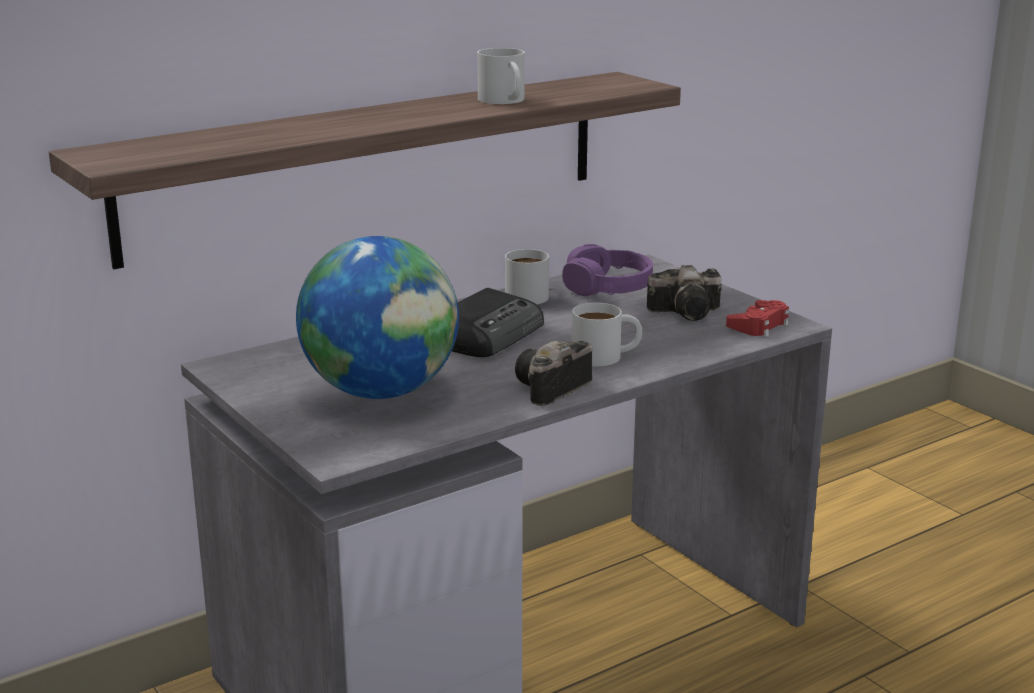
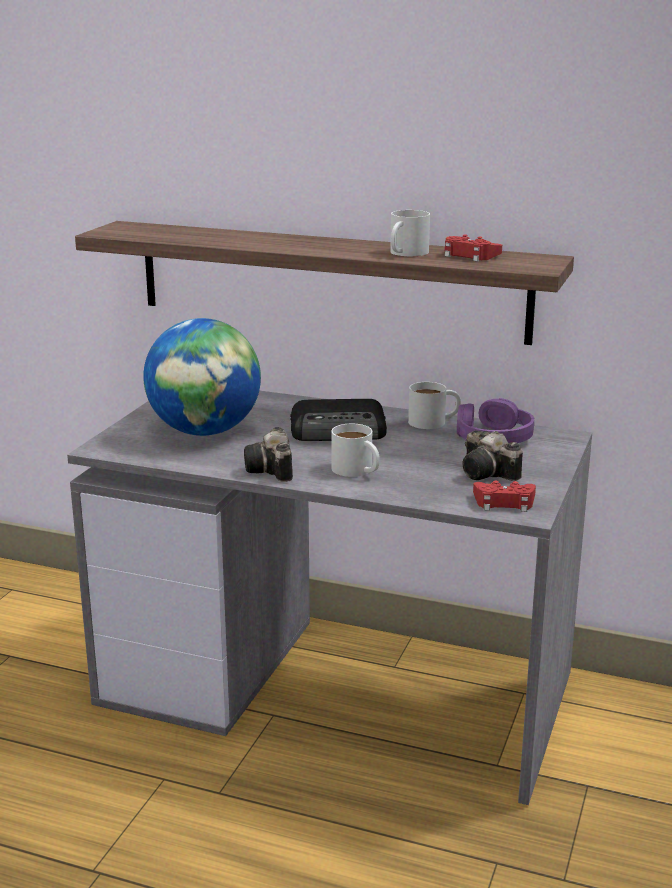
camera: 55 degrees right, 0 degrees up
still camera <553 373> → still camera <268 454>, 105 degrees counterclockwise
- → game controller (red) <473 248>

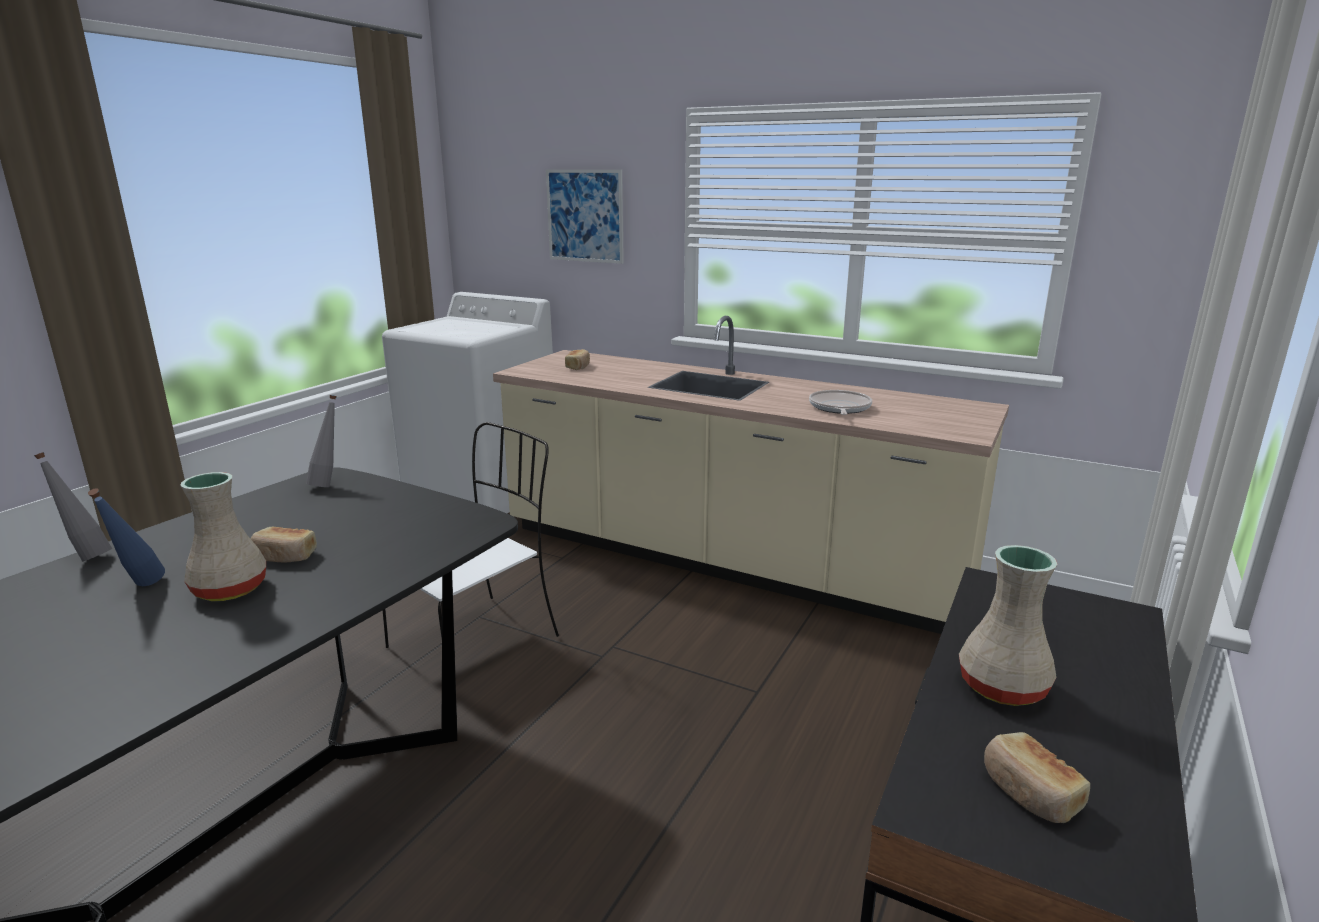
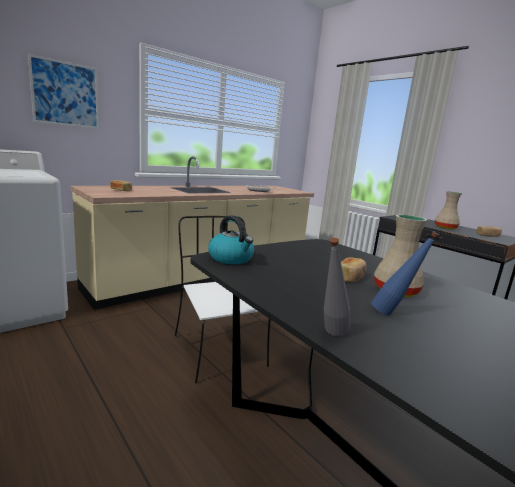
camera: 70 degrees left, 5 degrees down
beverage bottle (grey) <321 441> → tea kettle <231 239>

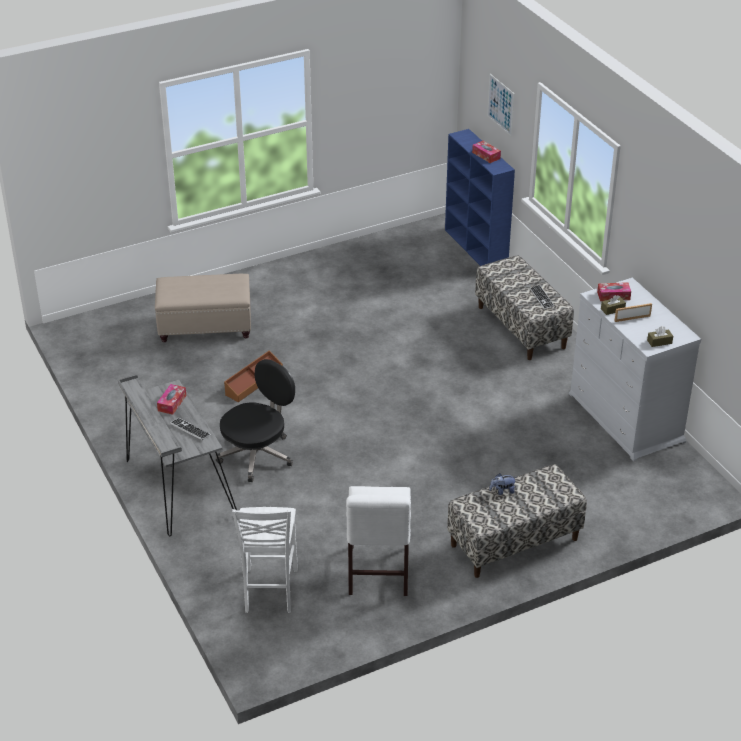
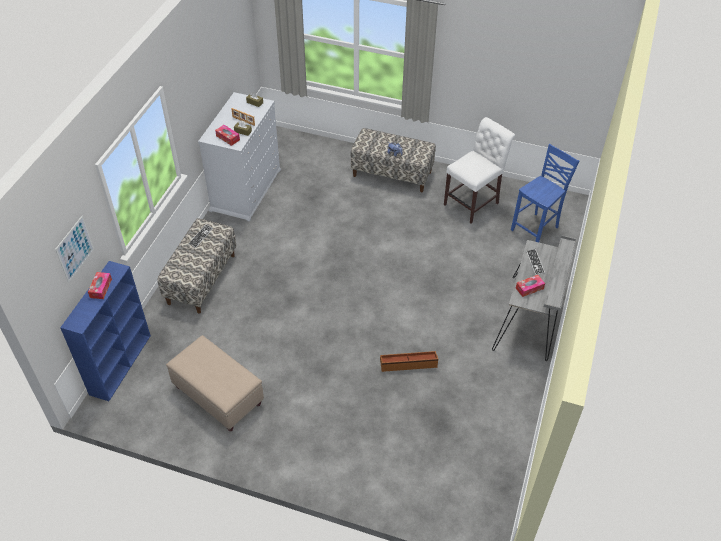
camera: 135 degrees left, 10 degrees up
ottoman (sand-coloured) <203 308> → ottoman (sand-coloured) <215 383>, shifted
chair (white) <265 560> → chair (blue) <545 193>
computer chair (black) <255 420> → -

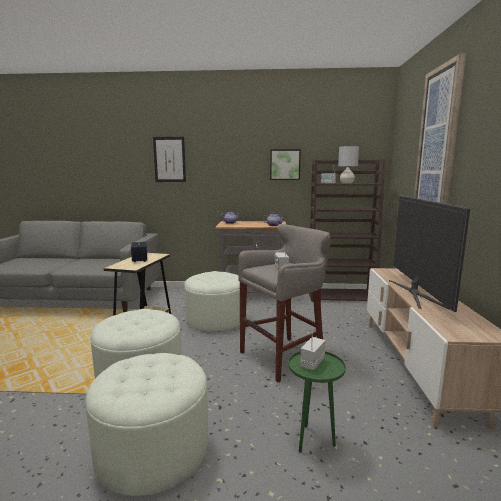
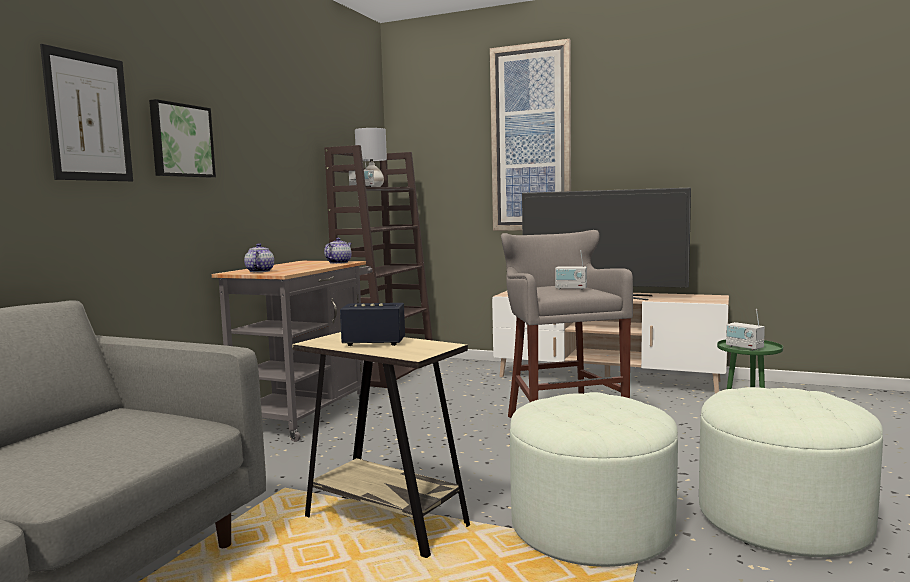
camera: 70 degrees left, 5 degrees down
wall picture <285 164> → wall picture <182 138>, shifted
ottoman (white) <212 301> → -

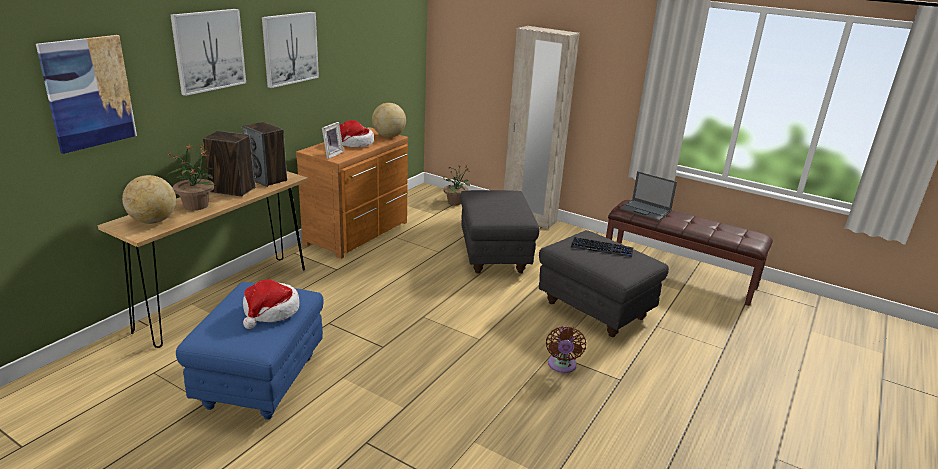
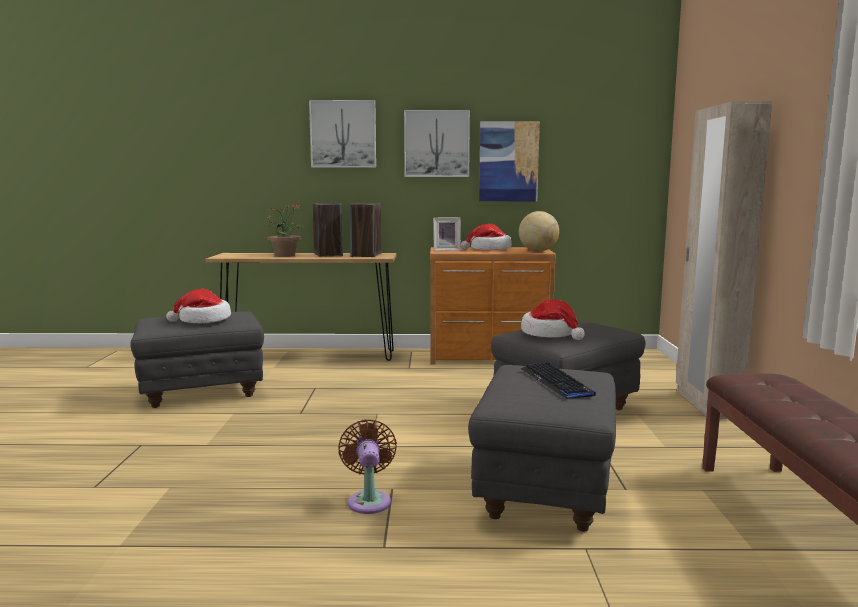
camera: 60 degrees right, 15 degrees down
ottoman (blue) <250 351> → ottoman (grey) <197 359>
cooling fan (brown) <566 349> → cooling fan (brown) <367 466>, 105 degrees clockwise
wall picture <86 94> → wall picture <509 161>, shifted
- → hat <553 320>
globe <149 199> → -
potted plant <456 185> → -
portable computer <648 196> → -

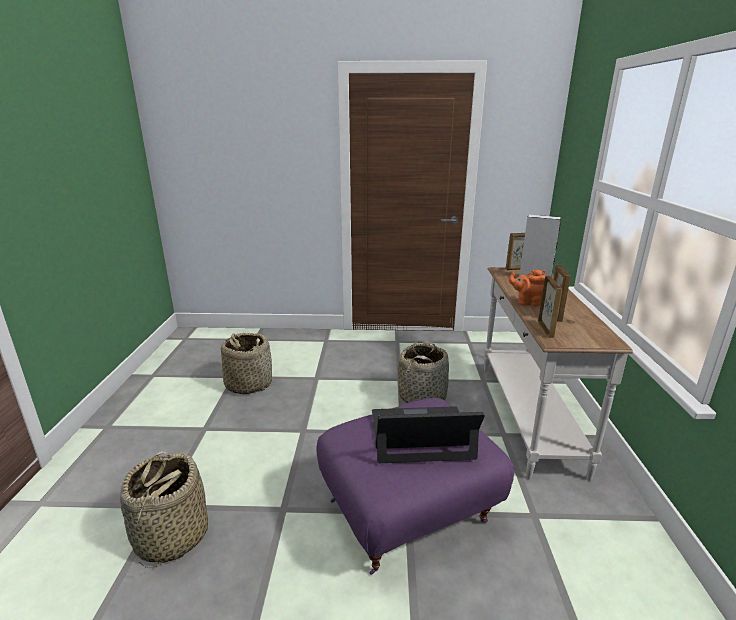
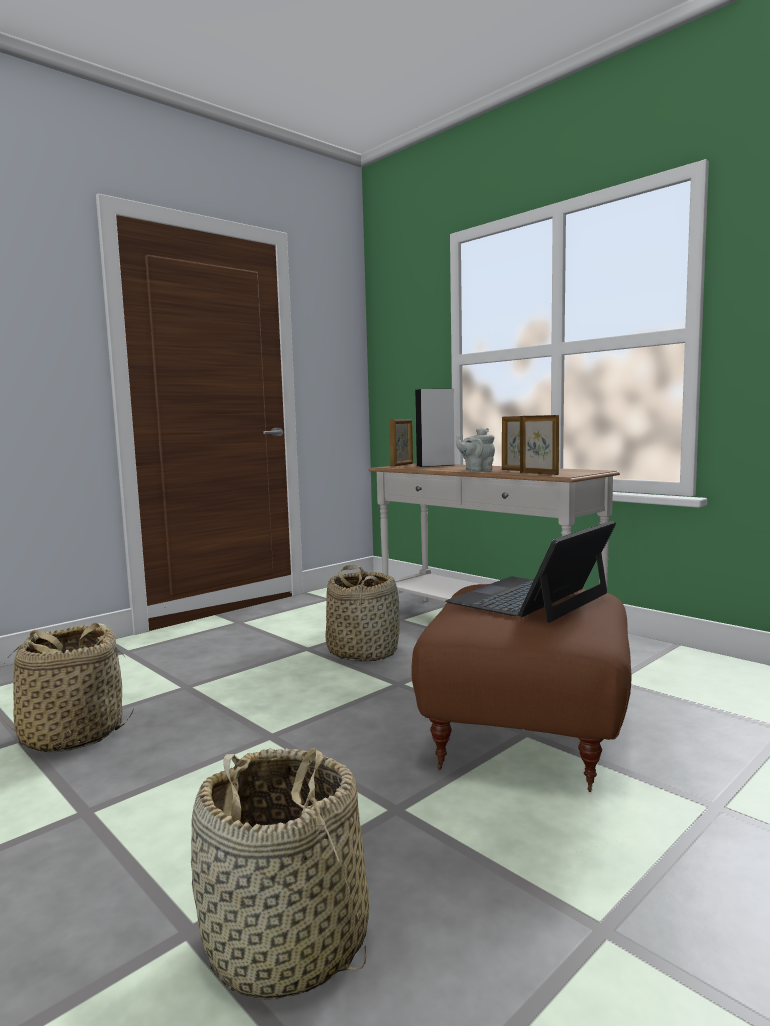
camera: 45 degrees left, 15 degrees down
ottoman (purple-coloured) <415 486> → ottoman (brown) <521 688>
teapot (orange) <527 288> → teapot (grey) <475 450>

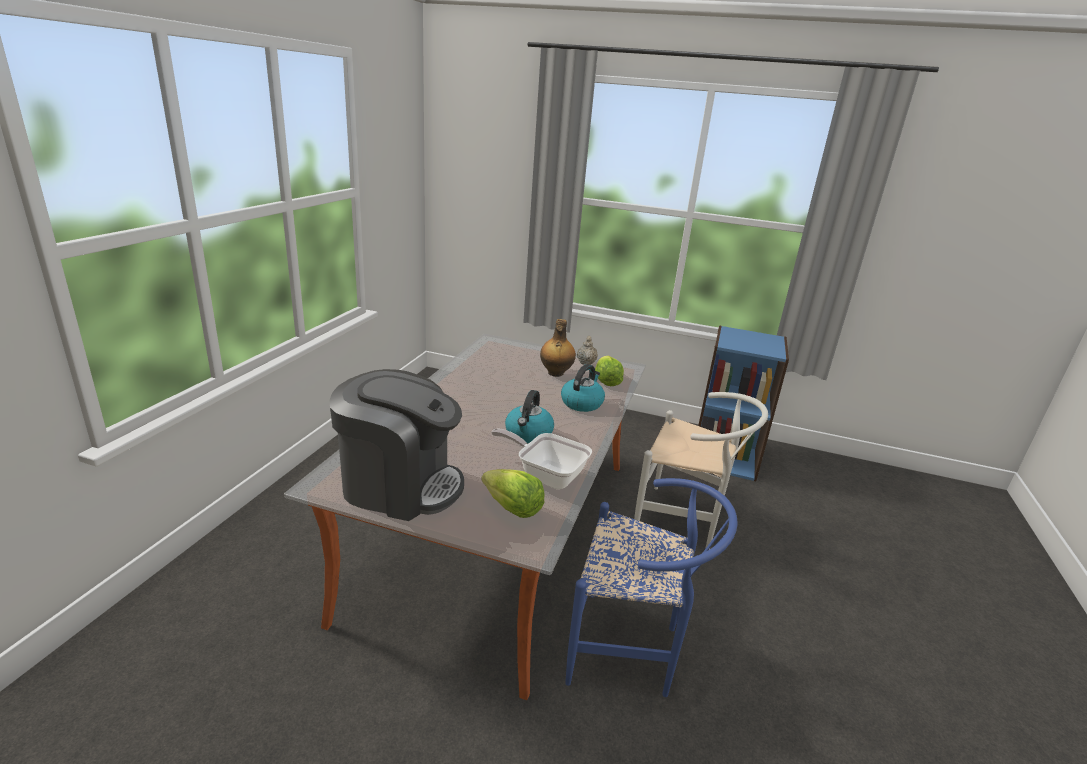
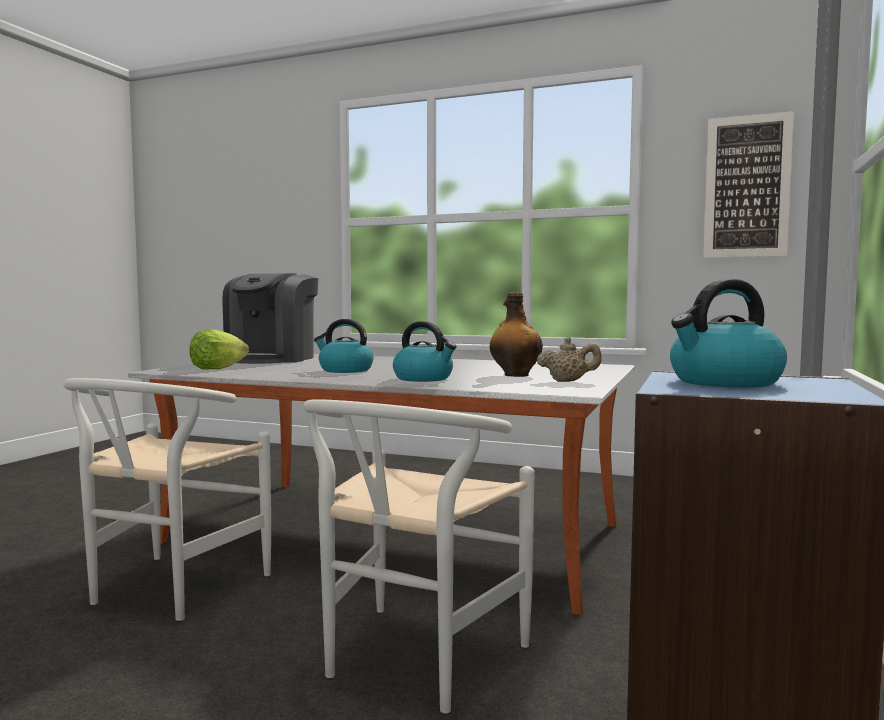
camera: 95 degrees right, 20 degrees down
chair (blue) <651 587> → chair (white) <167 499>
- → tea kettle <728 333>
- → wall picture <748 184>
pan <541 459> → -
lettuce <609 371> → -

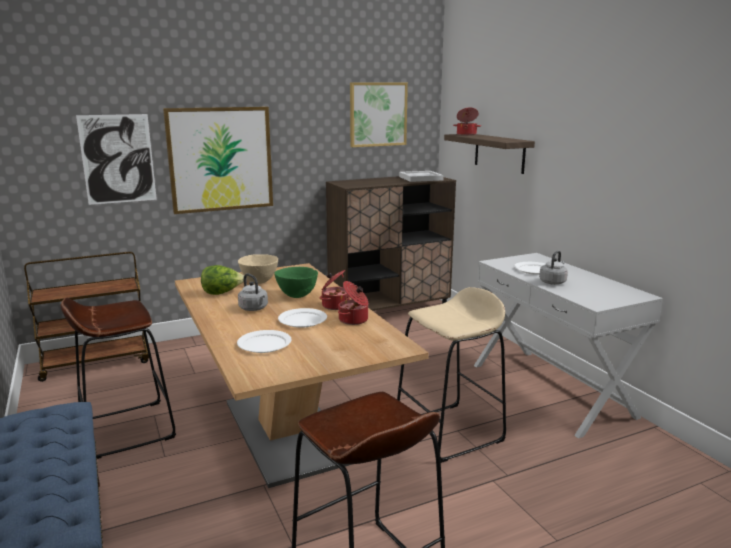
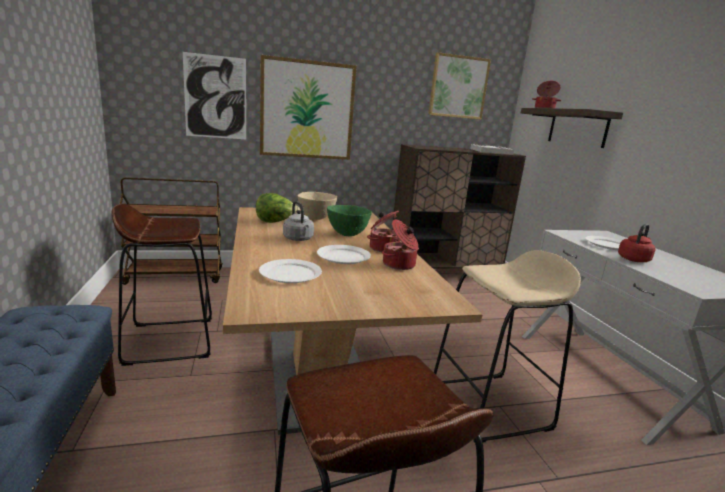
camera: 10 degrees right, 0 degrees up
tea kettle (grey) <553 267> → tea kettle (red) <637 243>

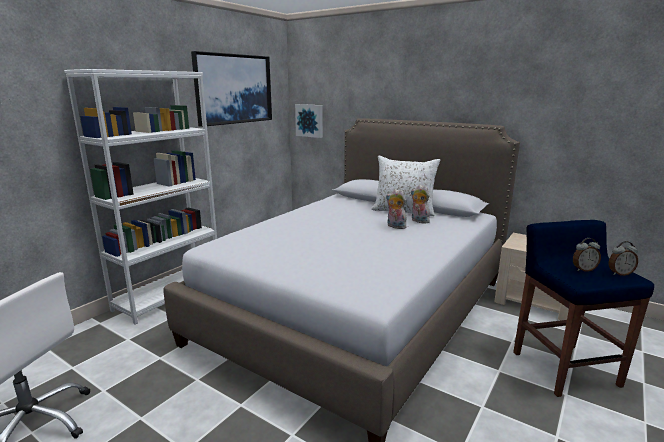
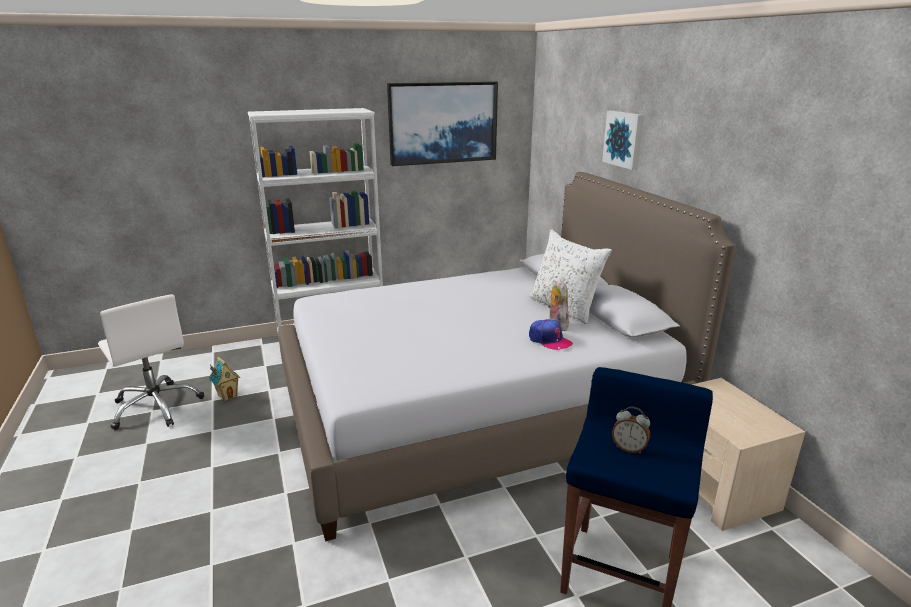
camera: 35 degrees right, 5 degrees up
- → miniature house <225 379>
- → baseball cap <551 334>
wall picture <309 121> → wall picture <623 140>, shifted
soft toy <396 209> → -
table clock <623 258> → -

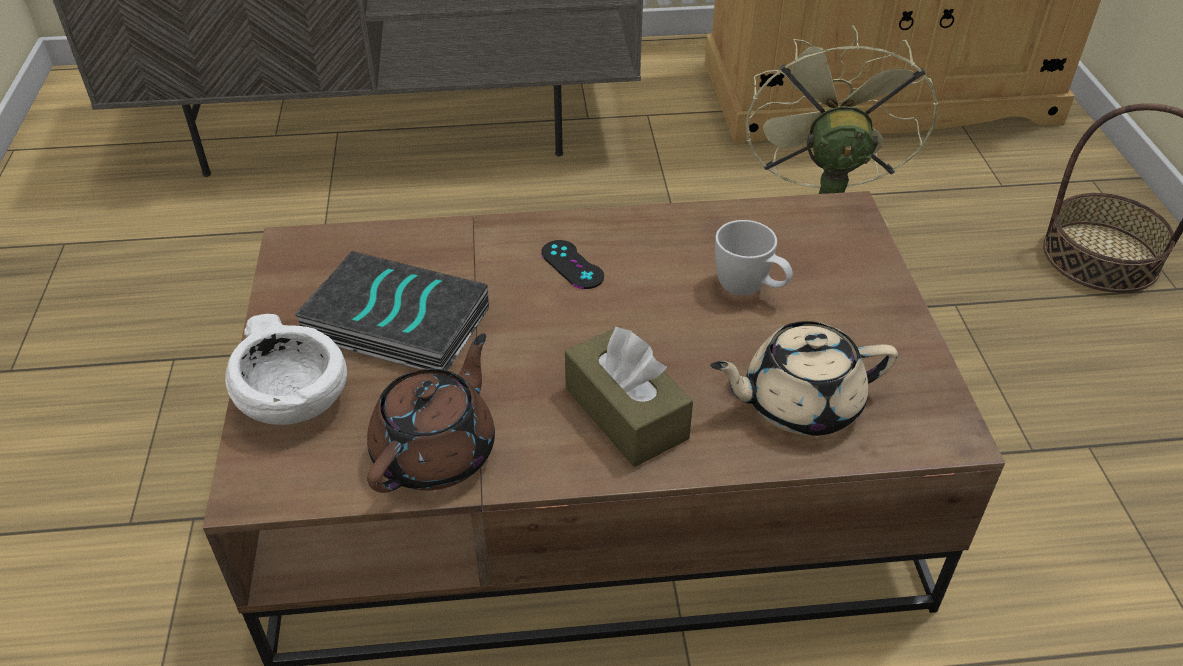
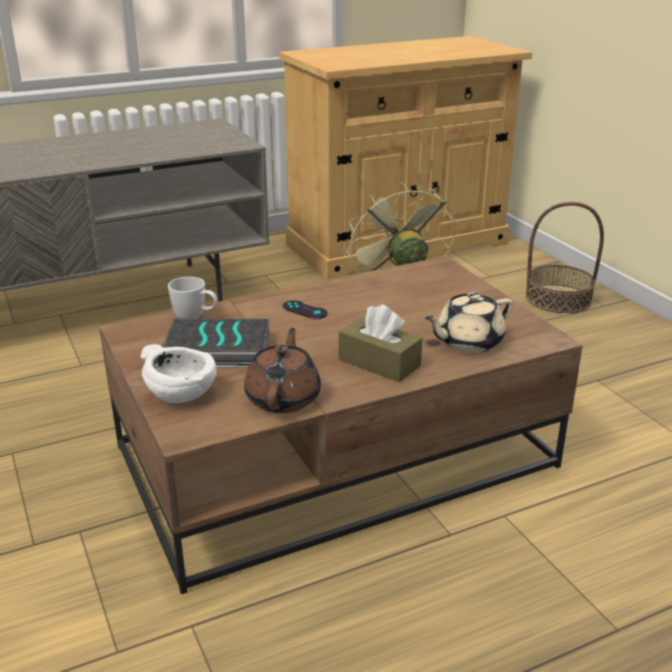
camera: 20 degrees left, 15 degrees down
tea mug (white) <754 257> → tea mug (white) <193 298>, shifted

